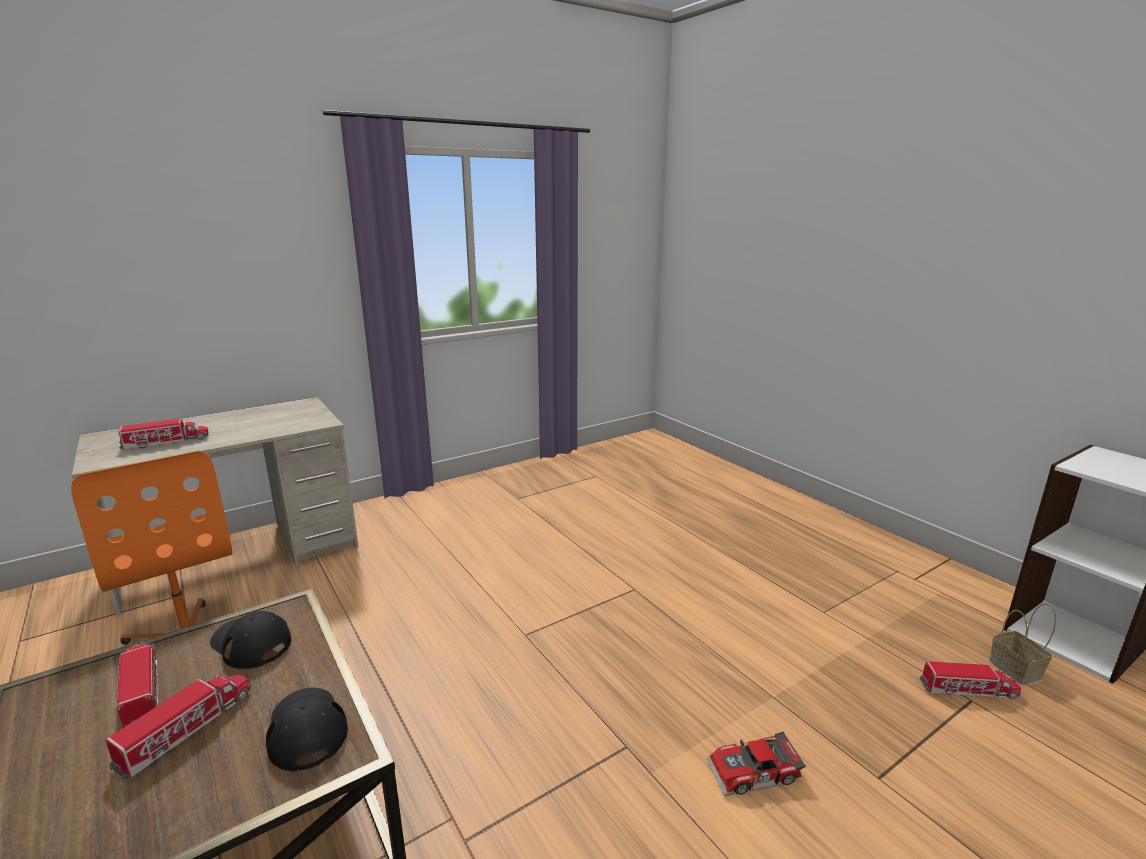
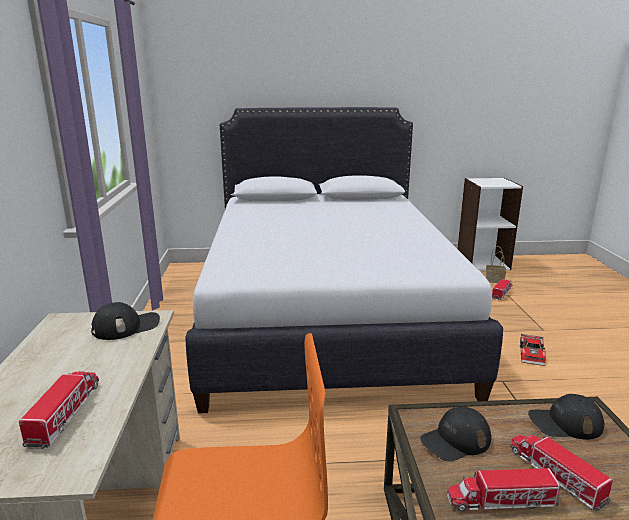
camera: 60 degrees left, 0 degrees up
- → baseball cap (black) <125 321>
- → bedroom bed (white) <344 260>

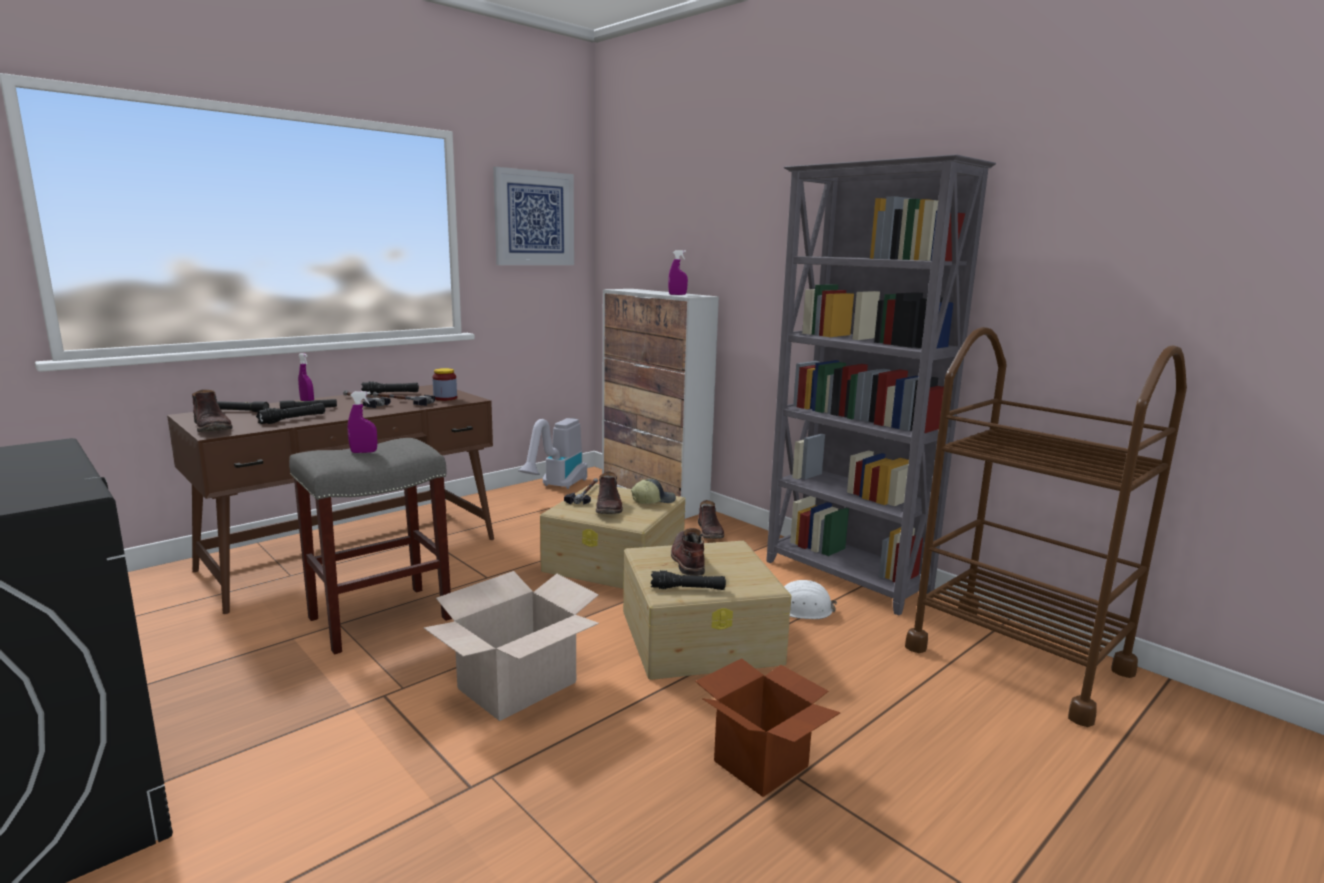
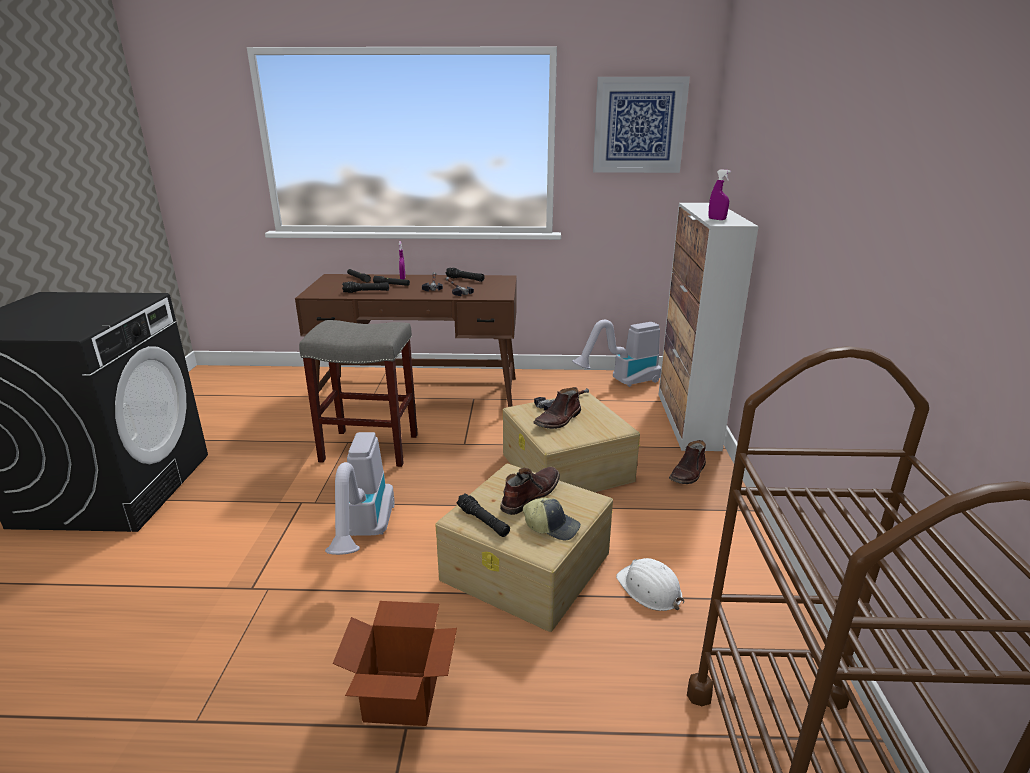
camera: 45 degrees right, 10 degrees up
packing box <511 646> → vacuum cleaner <360 493>
baseball cap <653 491> → baseball cap <552 519>, shifted
tall boot (brown) <212 411> → -
sprayer (purple-coloured) <362 422> → -
preserve jar <444 384> → -
bookcase (grey) <881 385> → -

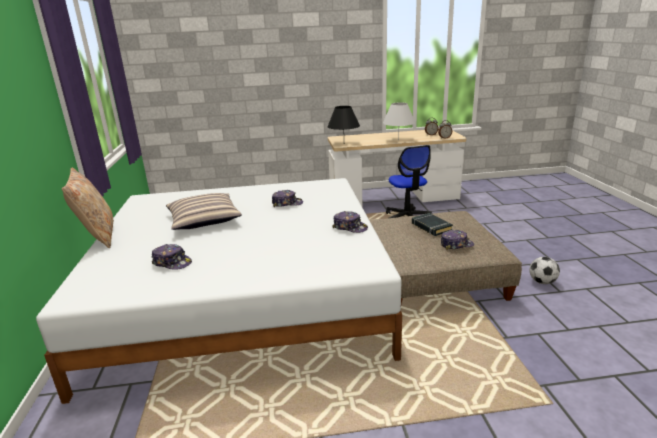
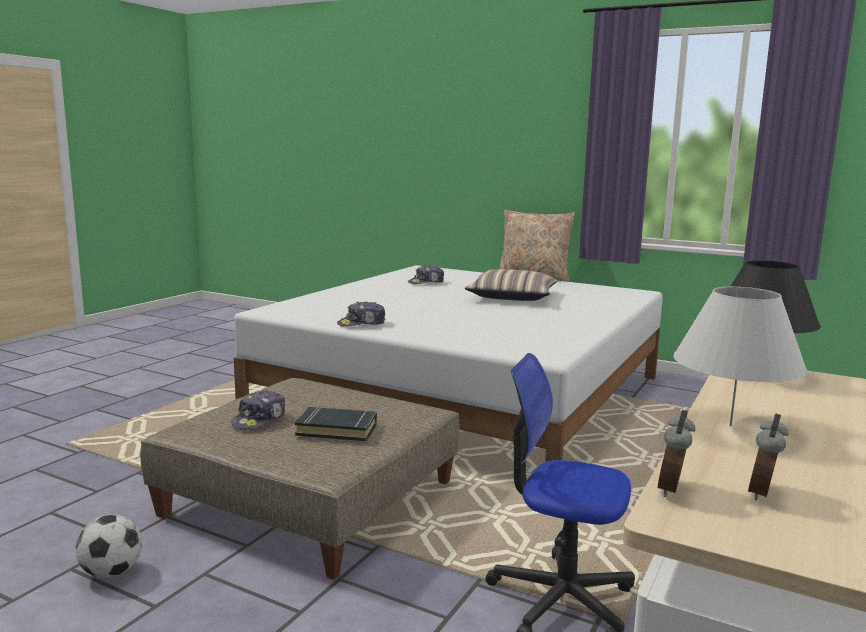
camera: 125 degrees right, 10 degrees down
baseball cap <287 198> → -

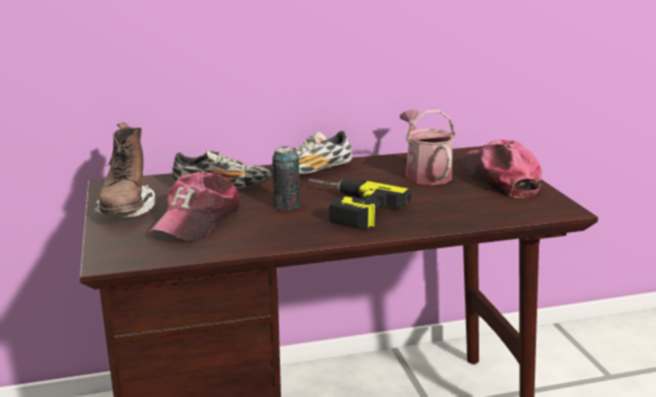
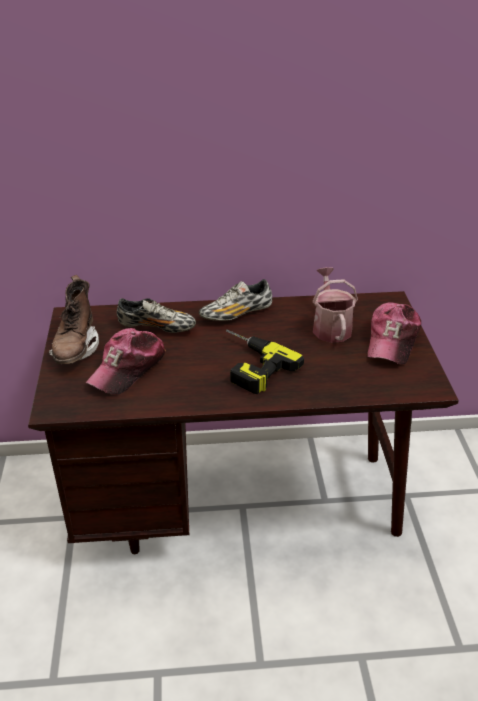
camera: 10 degrees right, 15 degrees up
baseball cap <501 169> → baseball cap <394 333>, 150 degrees counterclockwise
sealed can <286 178> → -

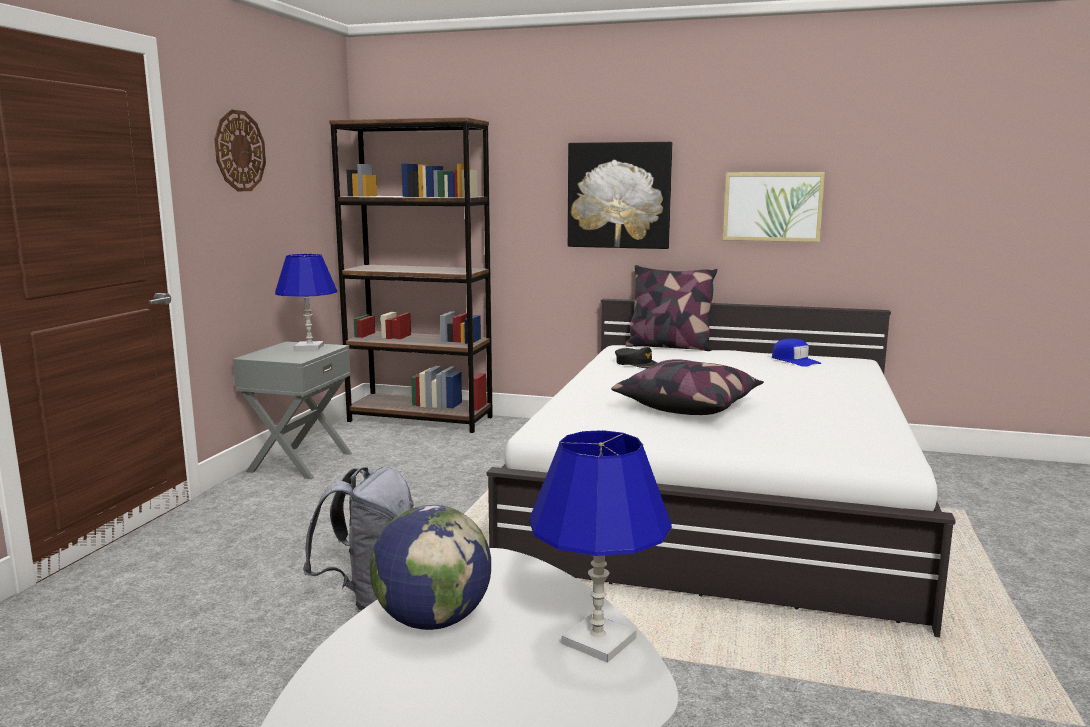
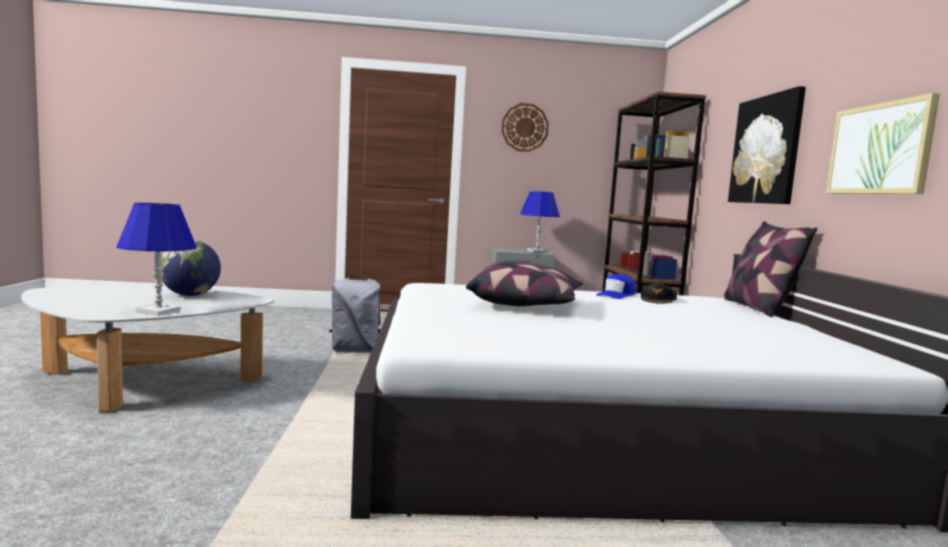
camera: 70 degrees right, 5 degrees down
baseball cap (blue) <797 353> → baseball cap (blue) <616 286>, shifted

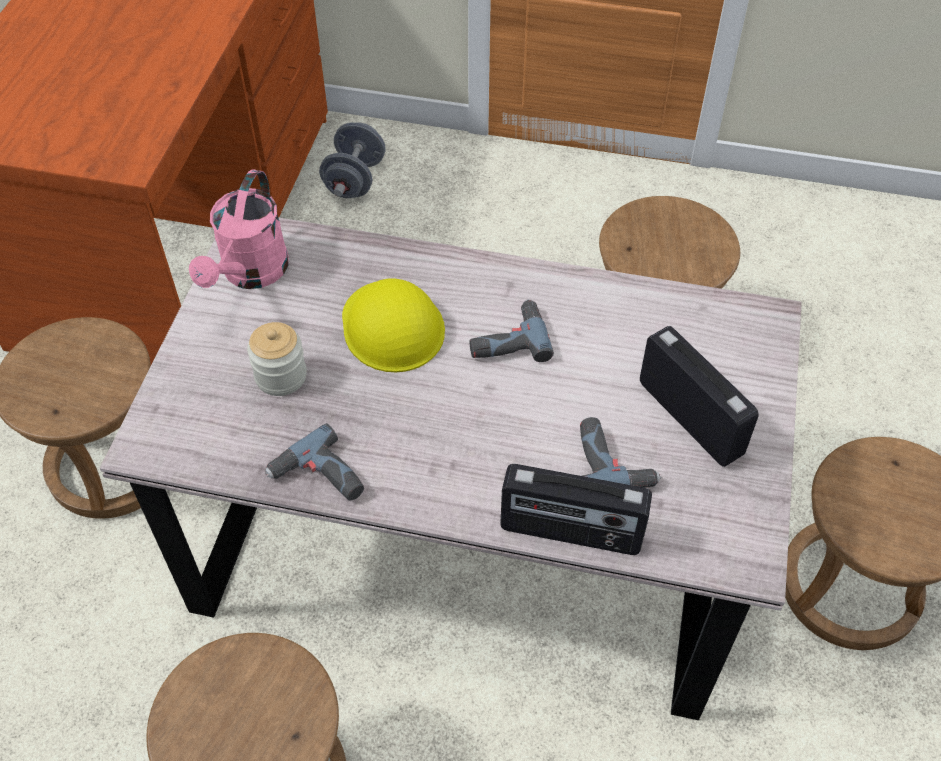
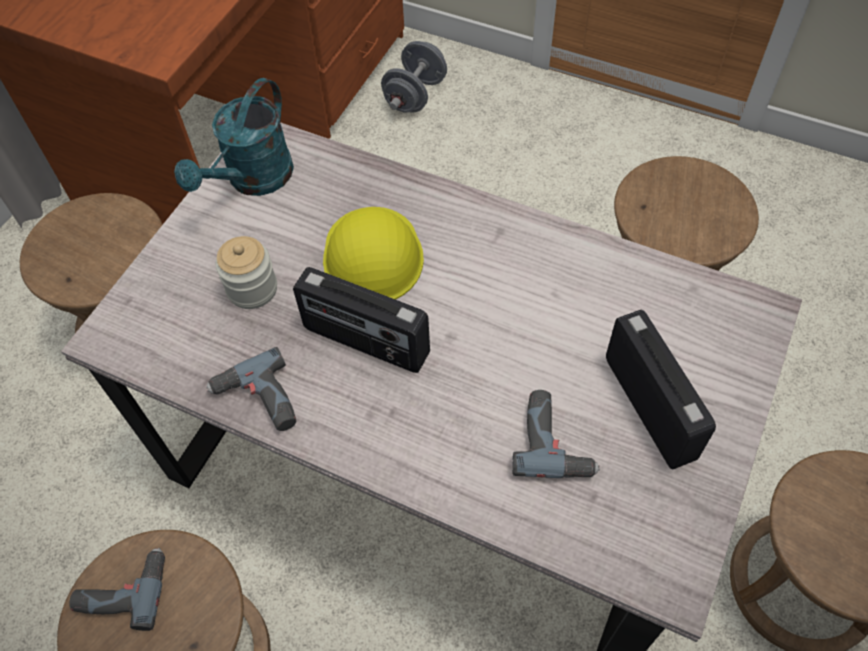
camera: 15 degrees right, 5 degrees up
power drill <511 331> → power drill <117 589>, shifted
watering can (pink-coloured) <239 229> → watering can (blue-green) <234 137>
radio set <576 509> → radio set <361 320>, shifted

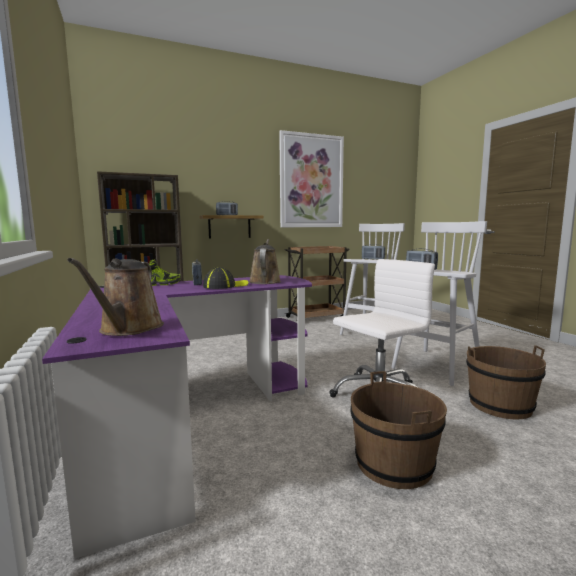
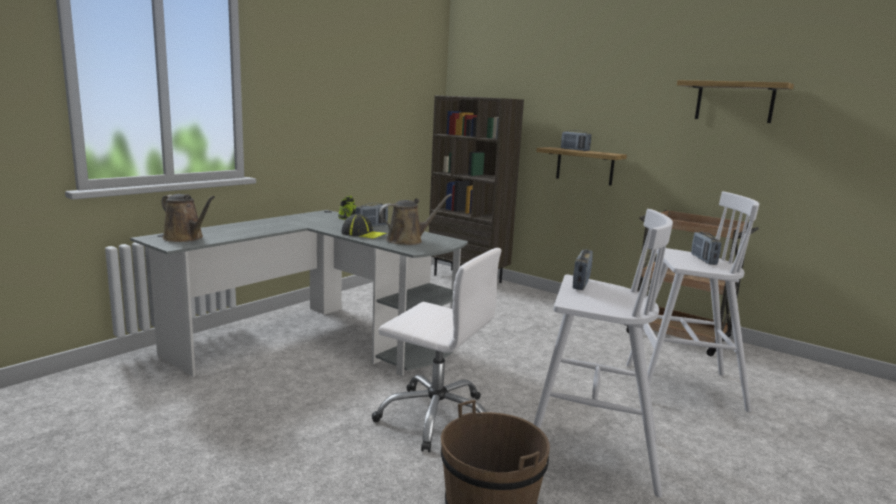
camera: 60 degrees right, 5 degrees up
desk table (purple-coloured) <177 417> → desk table (grey) <299 293>
watering can (brown) <115 297> → watering can (brown) <188 218>, 120 degrees counterclockwise
wall picture <311 178> → wall shelf <735 101>
bucket (brown) <398 430> → -

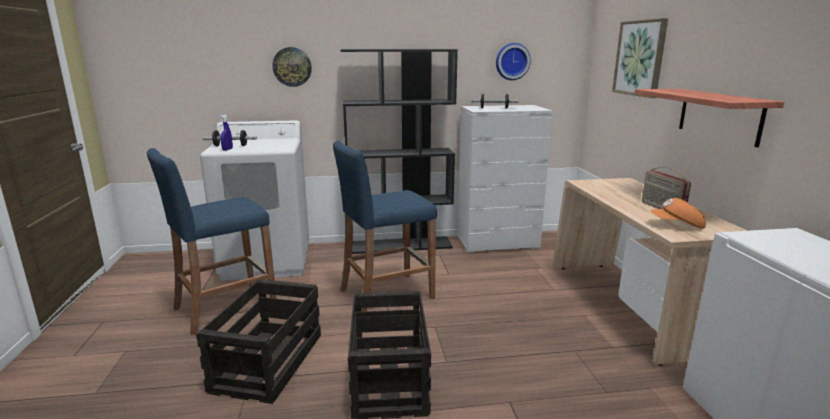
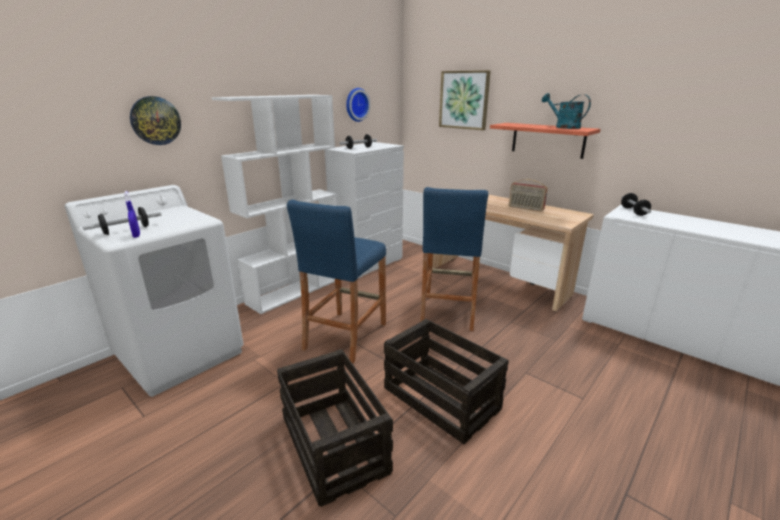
camera: 40 degrees left, 5 degrees up
bookcase (black) <399 151> → bookcase (white) <275 204>
stool (blue) <212 241> → stool (blue) <454 259>, shifted
- → watering can (blue-green) <566 111>
- → dumbbell <636 204>
baseball cap (orange) <678 213> → -

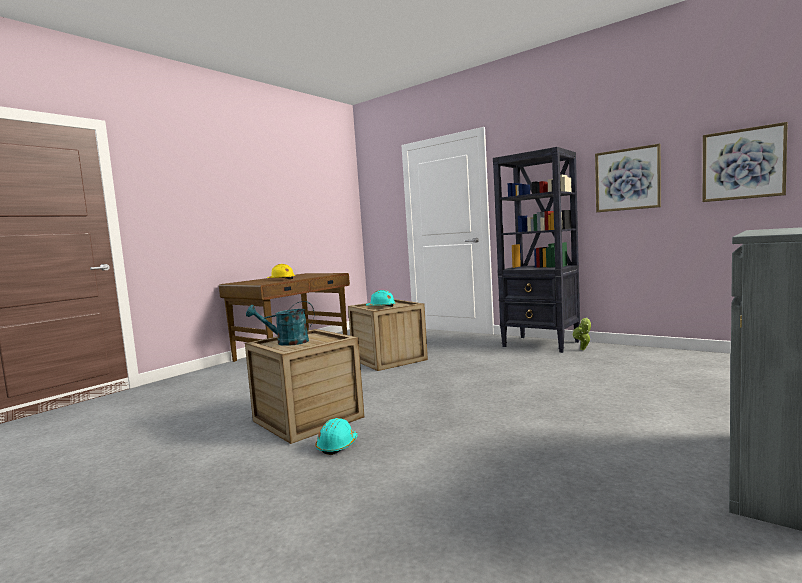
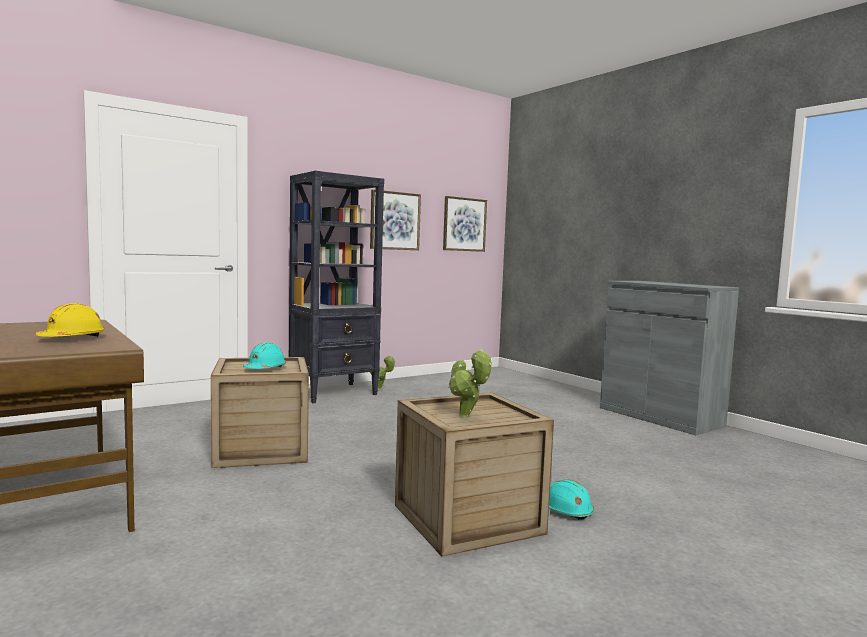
camera: 75 degrees left, 0 degrees up
watering can (blue-green) <280 323> → potted plant <470 383>

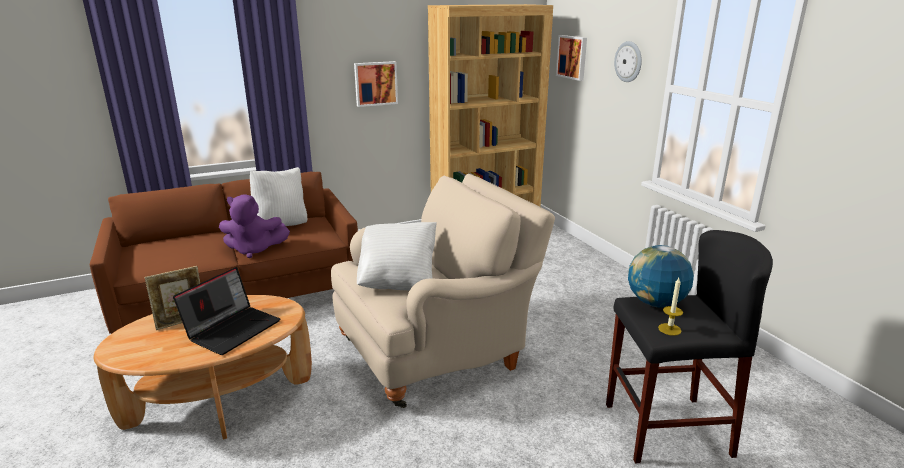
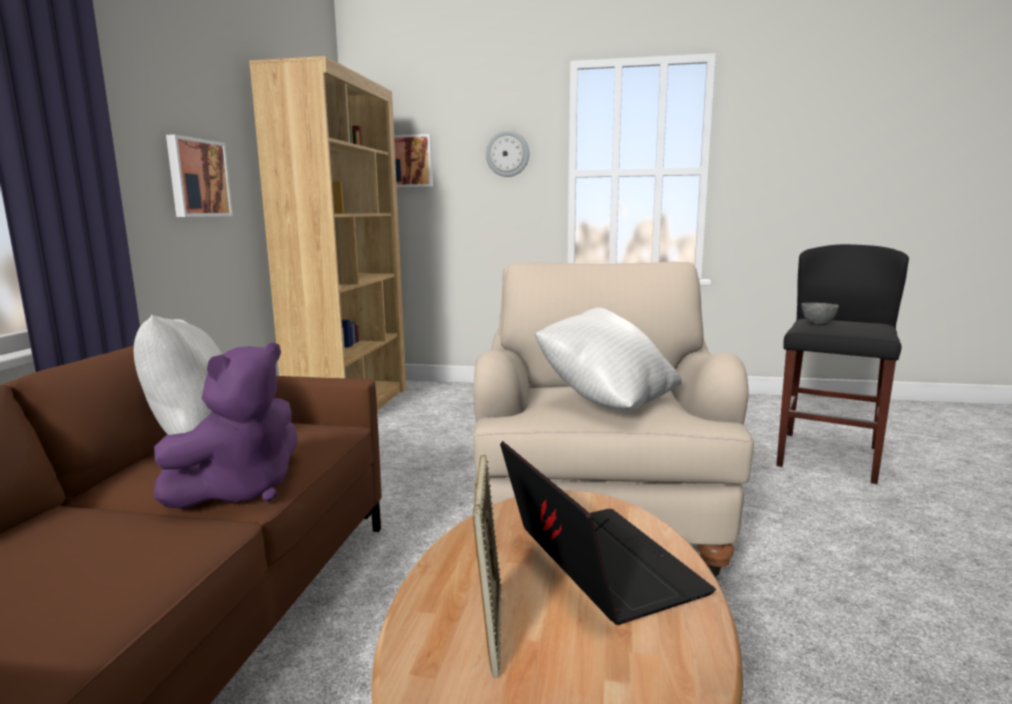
camera: 55 degrees left, 10 degrees down
globe <661 276> → deep dish (grey) <820 314>
wax candle <670 307> → -

